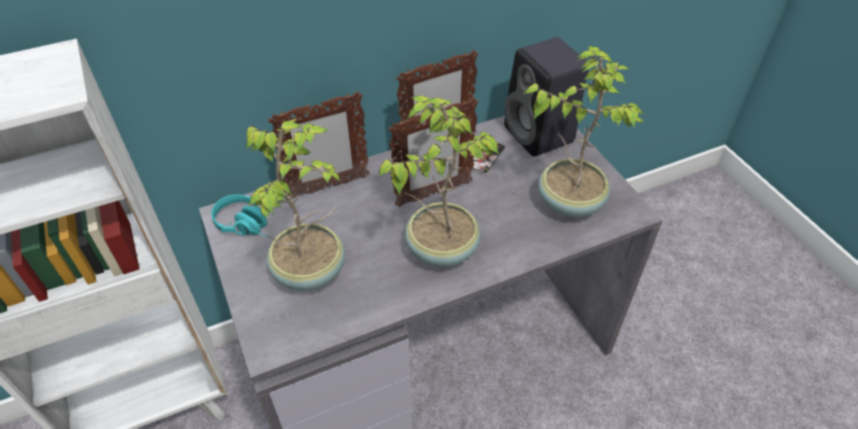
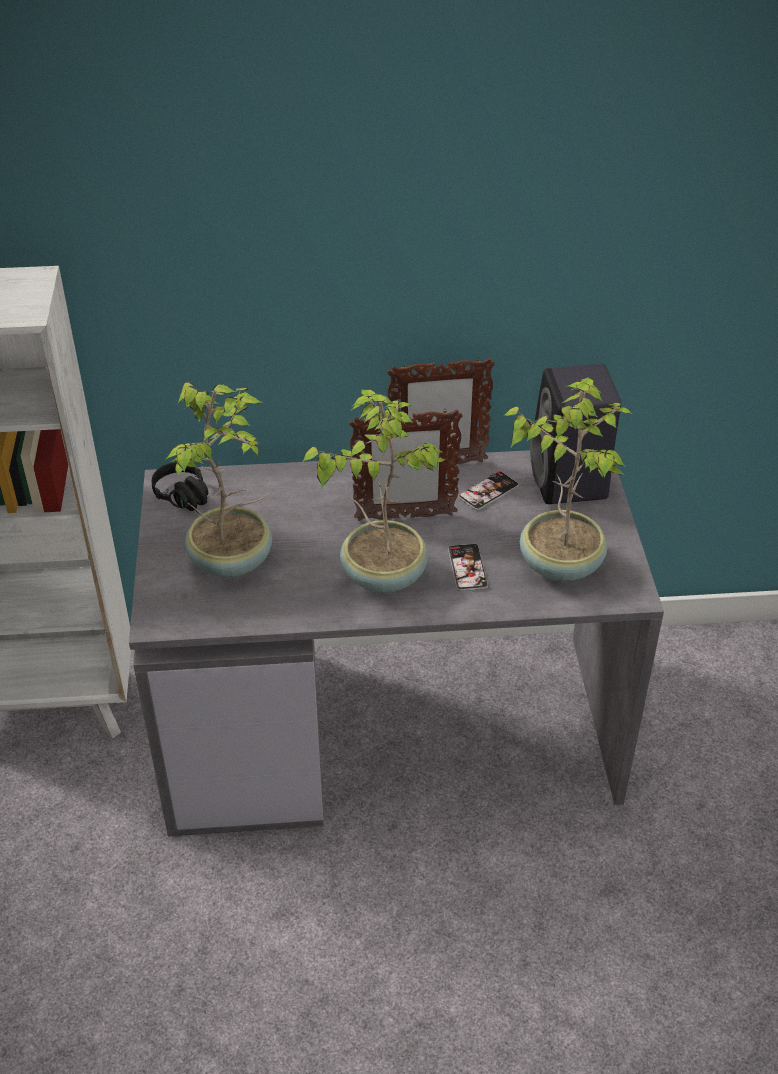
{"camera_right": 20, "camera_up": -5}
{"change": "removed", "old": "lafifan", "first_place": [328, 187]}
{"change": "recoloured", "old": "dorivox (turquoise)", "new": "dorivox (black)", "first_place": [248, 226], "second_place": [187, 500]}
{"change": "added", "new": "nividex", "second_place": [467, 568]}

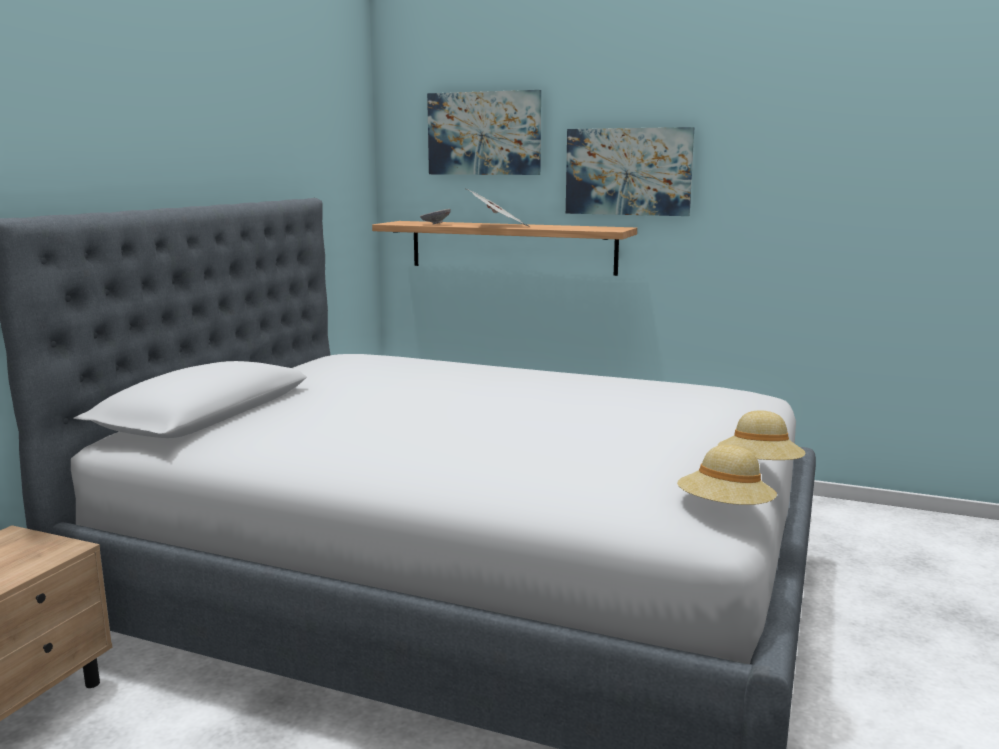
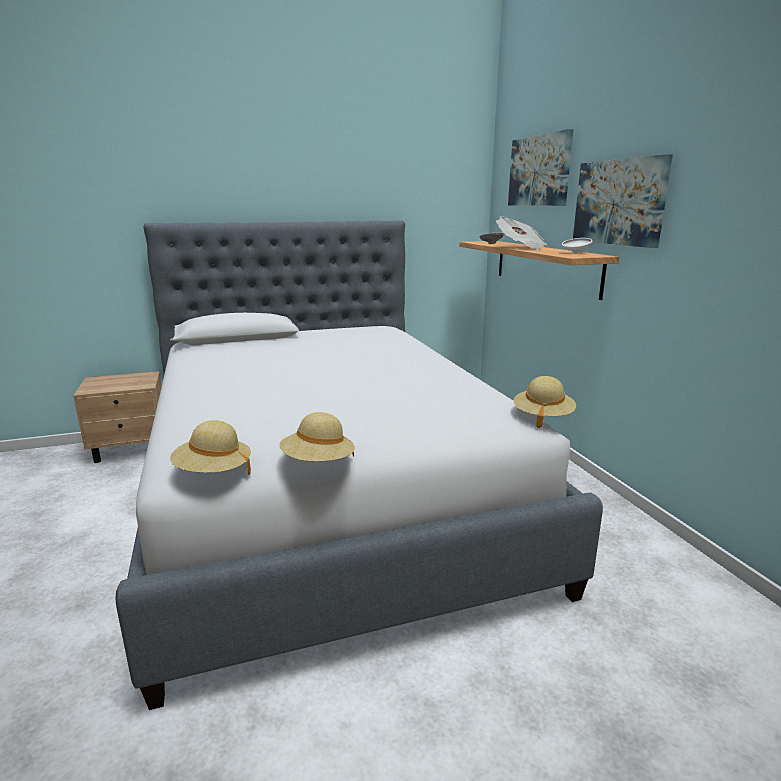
{"camera_right": 50, "camera_up": 5}
{"change": "added", "new": "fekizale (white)", "second_place": [575, 253]}
{"change": "added", "new": "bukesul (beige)", "second_place": [542, 417]}

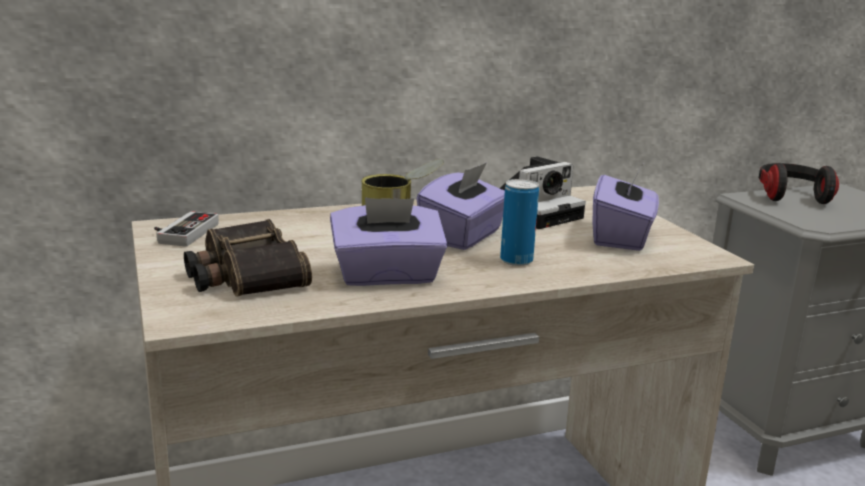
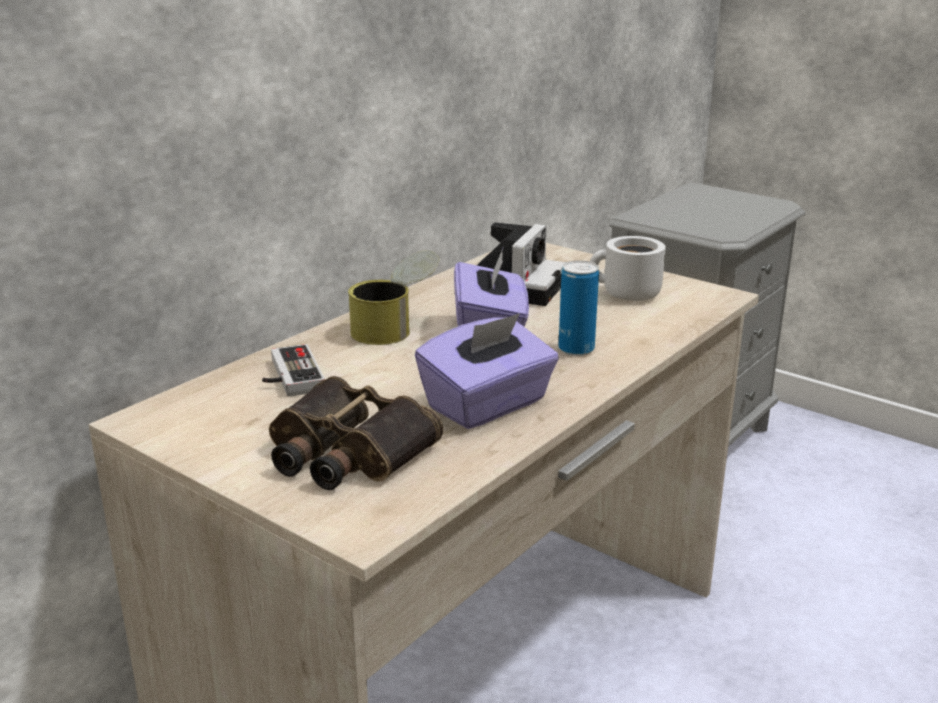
{"camera_right": -30, "camera_up": 5}
{"change": "removed", "old": "dorivox", "first_place": [791, 196]}
{"change": "replaced", "old": "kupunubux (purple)", "new": "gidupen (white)", "first_place": [622, 237], "second_place": [626, 295]}
{"change": "moved", "old": "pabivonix", "first_place": [182, 232], "second_place": [289, 377]}

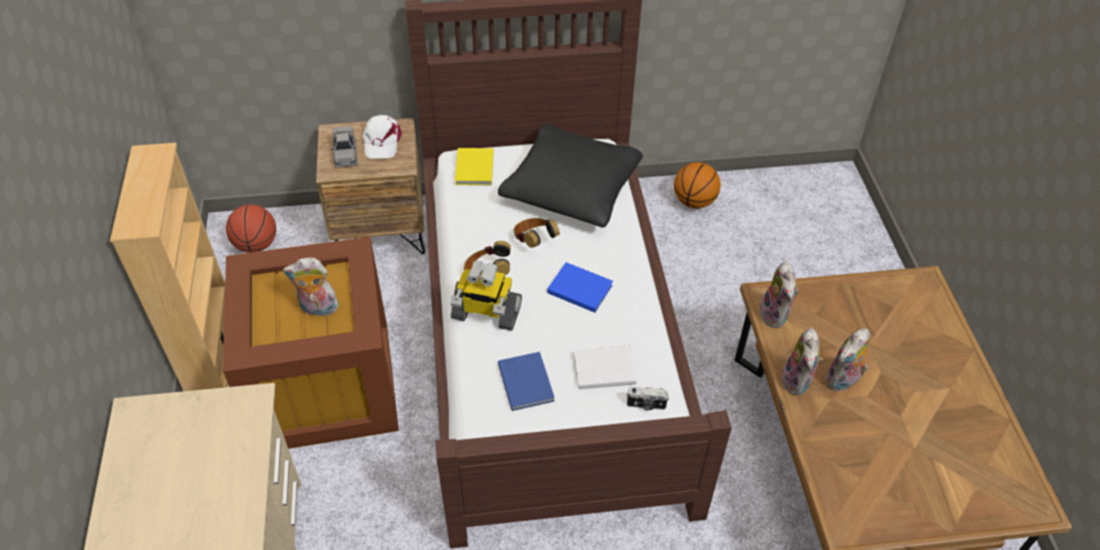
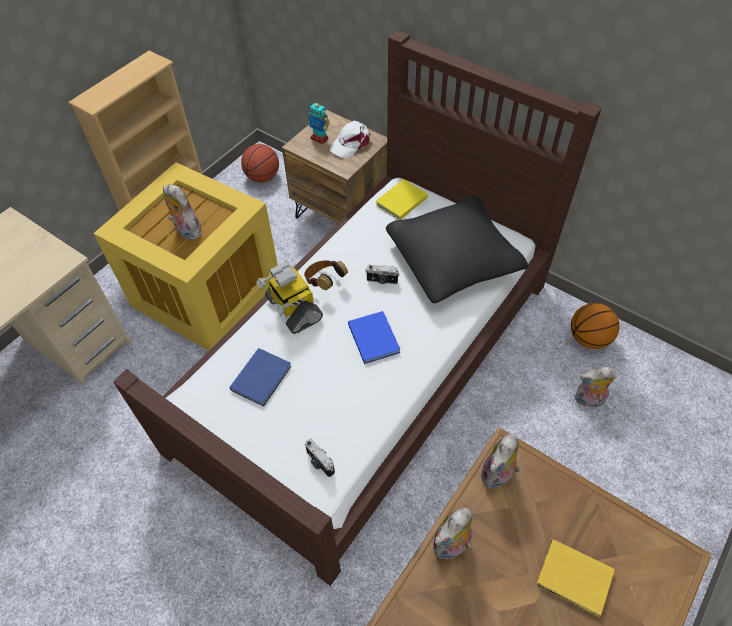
{"camera_right": 45, "camera_up": 5}
{"change": "replaced", "old": "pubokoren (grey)", "new": "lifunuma", "first_place": [345, 154], "second_place": [319, 138]}
{"change": "replaced", "old": "dorivox", "new": "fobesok", "first_place": [534, 241], "second_place": [382, 281]}
{"change": "recoloured", "old": "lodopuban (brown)", "new": "lodopuban (yellow)", "first_place": [327, 383], "second_place": [209, 291]}
{"change": "moved", "old": "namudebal", "first_place": [843, 381], "second_place": [588, 401]}
{"change": "removed", "old": "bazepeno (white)", "first_place": [602, 368]}
{"change": "added", "new": "bazepeno (yellow)", "second_place": [575, 580]}

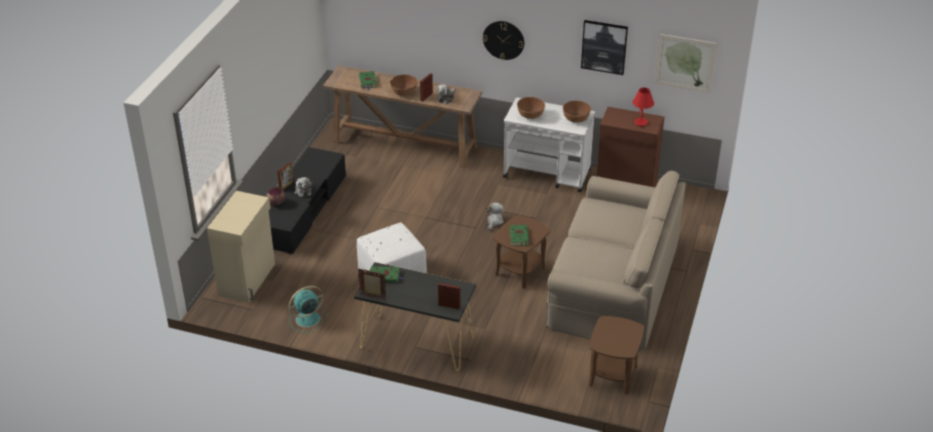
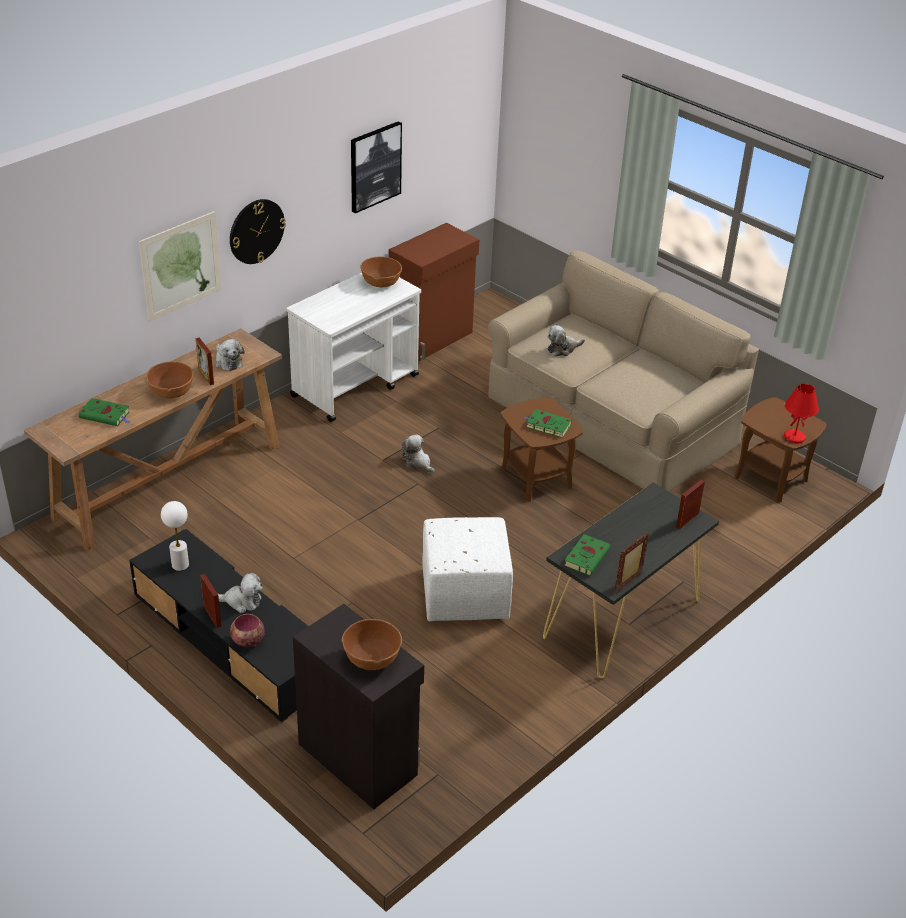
{"camera_right": -65, "camera_up": 0}
{"change": "moved", "old": "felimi", "first_place": [685, 63], "second_place": [181, 266]}
{"change": "moved", "old": "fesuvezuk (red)", "first_place": [641, 123], "second_place": [794, 437]}
{"change": "moved", "old": "fekizale (brown)", "first_place": [530, 115], "second_place": [372, 658]}
{"change": "recoloured", "old": "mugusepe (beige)", "new": "mugusepe (black)", "first_place": [248, 279], "second_place": [358, 758]}
{"change": "removed", "old": "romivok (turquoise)", "first_place": [306, 319]}
{"change": "added", "new": "namudebal", "second_place": [563, 349]}
{"change": "added", "new": "fesuvezuk (white)", "second_place": [180, 565]}

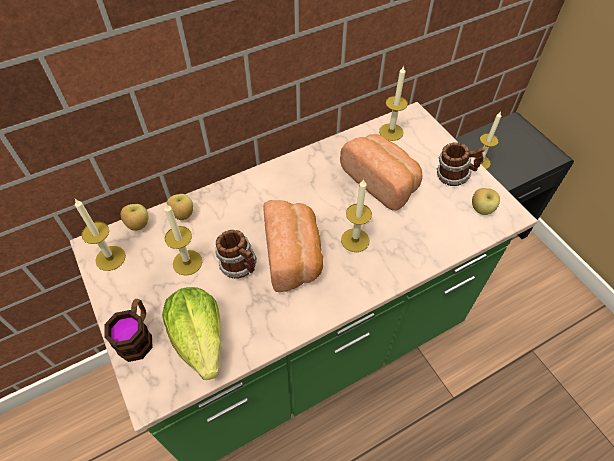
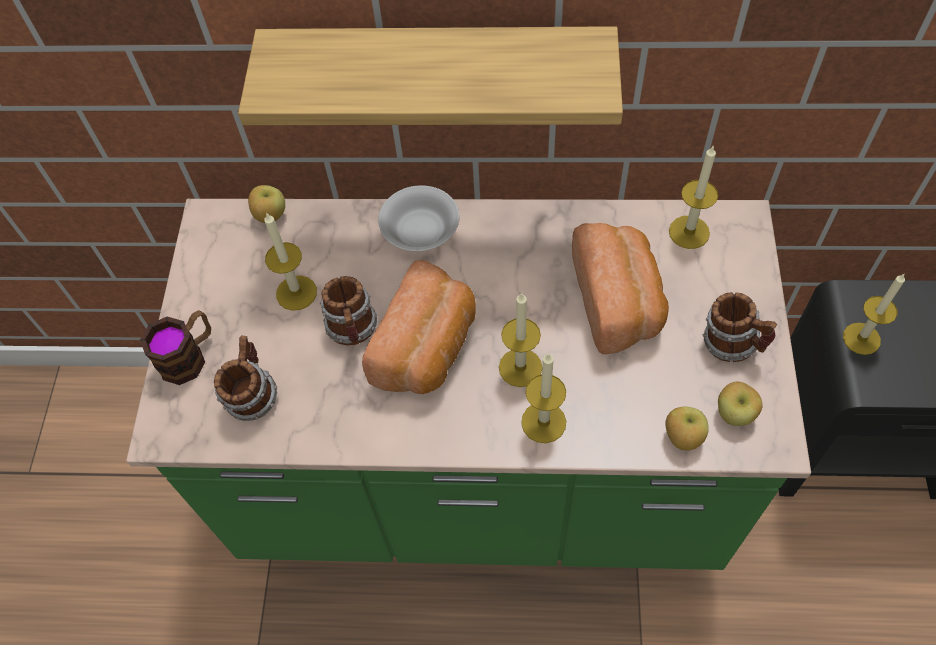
{"camera_right": 35, "camera_up": 5}
{"change": "moved", "old": "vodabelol", "first_place": [182, 215], "second_place": [682, 437]}
{"change": "moved", "old": "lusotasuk", "first_place": [110, 258], "second_place": [543, 422]}
{"change": "replaced", "old": "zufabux", "new": "gidupen", "first_place": [200, 339], "second_place": [252, 396]}
{"change": "added", "new": "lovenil", "second_place": [439, 75]}
{"change": "added", "new": "fekizale (white)", "second_place": [420, 231]}

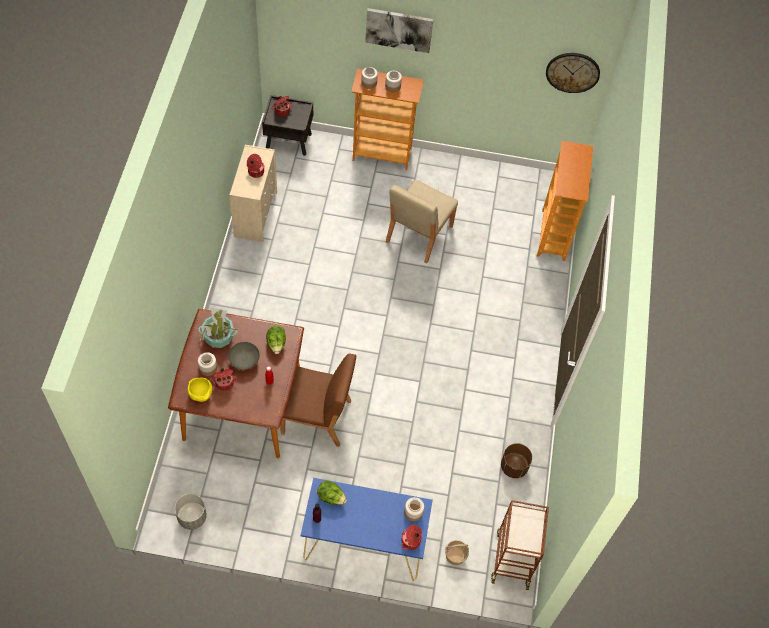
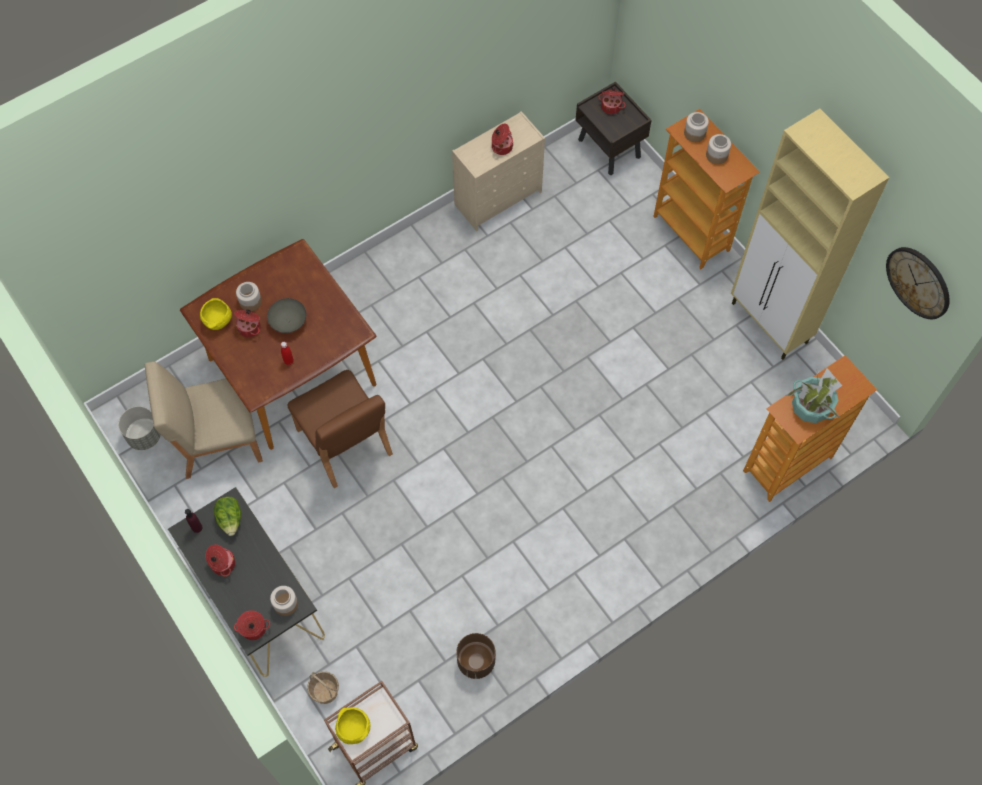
{"camera_right": 50, "camera_up": 5}
{"change": "removed", "old": "felimi", "first_place": [399, 29]}
{"change": "moved", "old": "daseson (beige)", "first_place": [418, 234], "second_place": [217, 439]}
{"change": "moved", "old": "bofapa", "first_place": [218, 336], "second_place": [810, 406]}
{"change": "removed", "old": "zufabux", "first_place": [276, 344]}
{"change": "recoloured", "old": "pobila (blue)", "new": "pobila (black)", "first_place": [363, 544], "second_place": [257, 599]}
{"change": "added", "new": "mugusepe (beige)", "second_place": [770, 324]}
{"change": "added", "new": "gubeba", "second_place": [222, 564]}
{"change": "added", "new": "fekizale (yellow)", "second_place": [353, 729]}

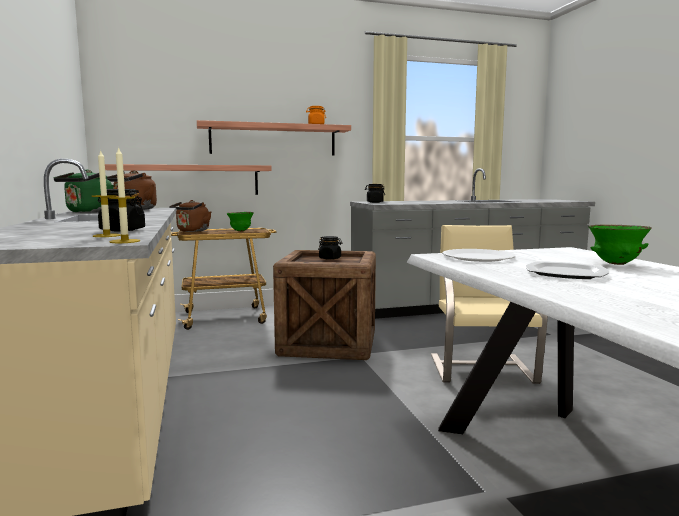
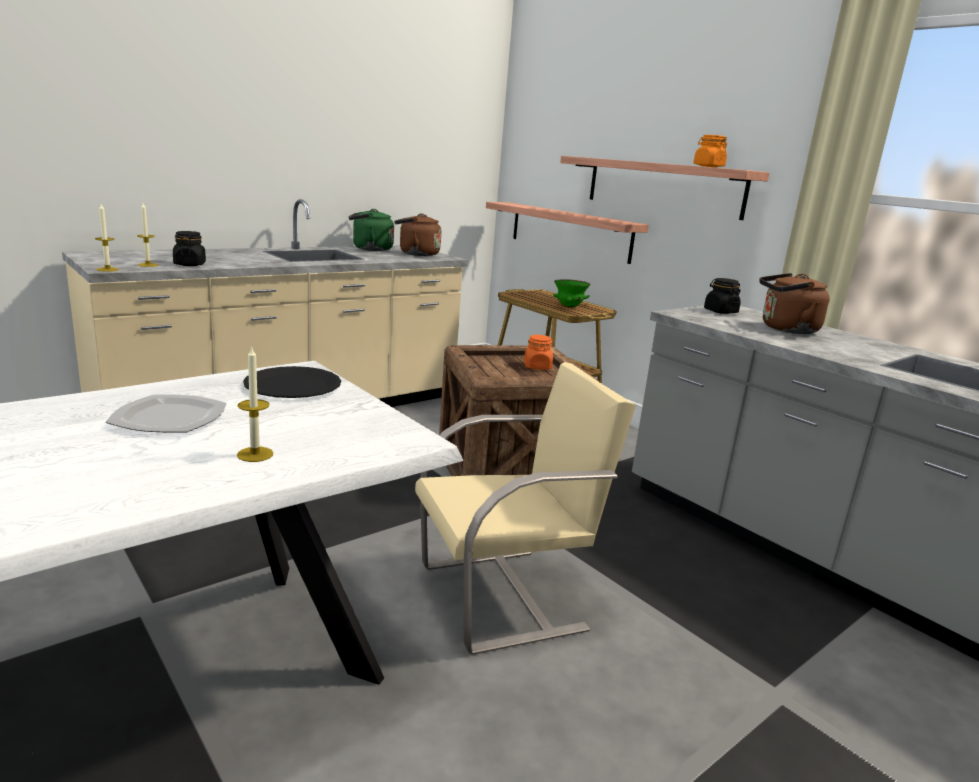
{"camera_right": 65, "camera_up": 10}
{"change": "moved", "old": "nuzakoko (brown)", "first_place": [192, 231], "second_place": [785, 329]}
{"change": "replaced", "old": "fekizale (green)", "new": "lusotasuk", "first_place": [616, 264], "second_place": [255, 454]}
{"change": "recoloured", "old": "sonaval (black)", "new": "sonaval (orange)", "first_place": [330, 258], "second_place": [537, 367]}
{"change": "recoloured", "old": "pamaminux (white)", "new": "pamaminux (black)", "first_place": [478, 257], "second_place": [293, 385]}

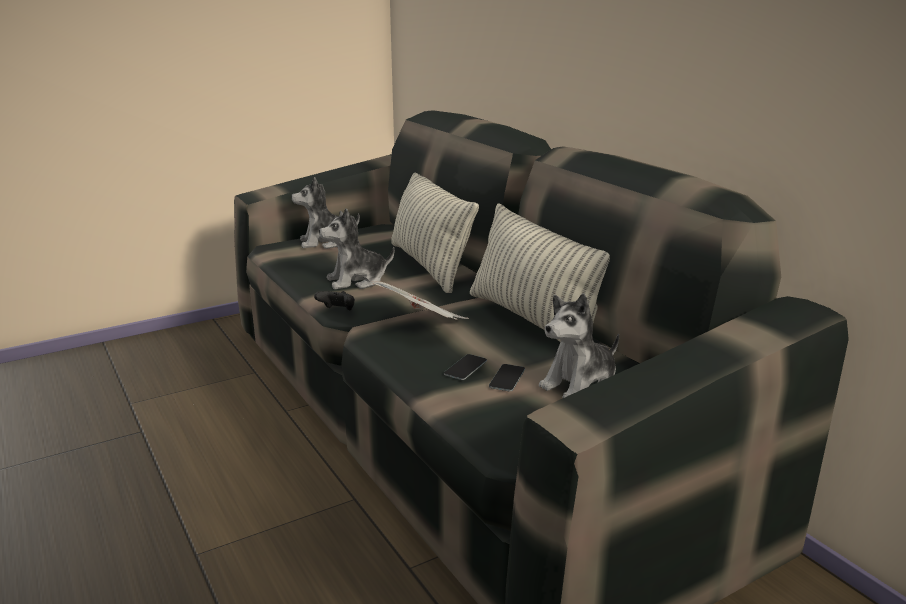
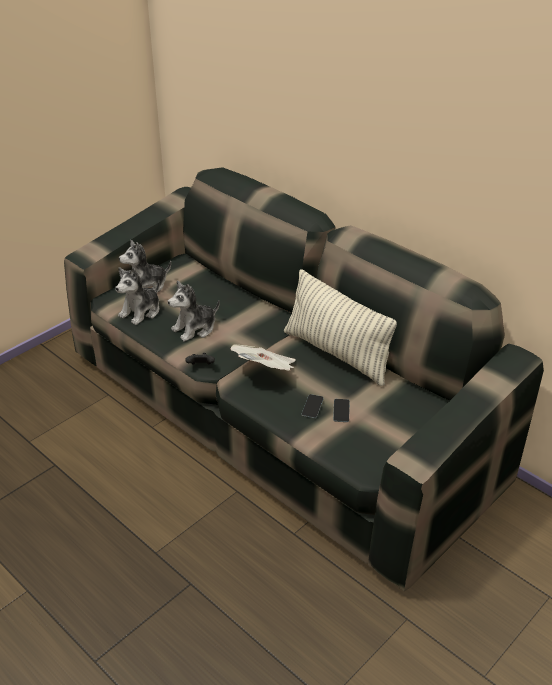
{"camera_right": -15, "camera_up": 15}
{"change": "removed", "old": "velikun", "first_place": [429, 266]}
{"change": "moved", "old": "namudebal", "first_place": [580, 385], "second_place": [141, 312]}

